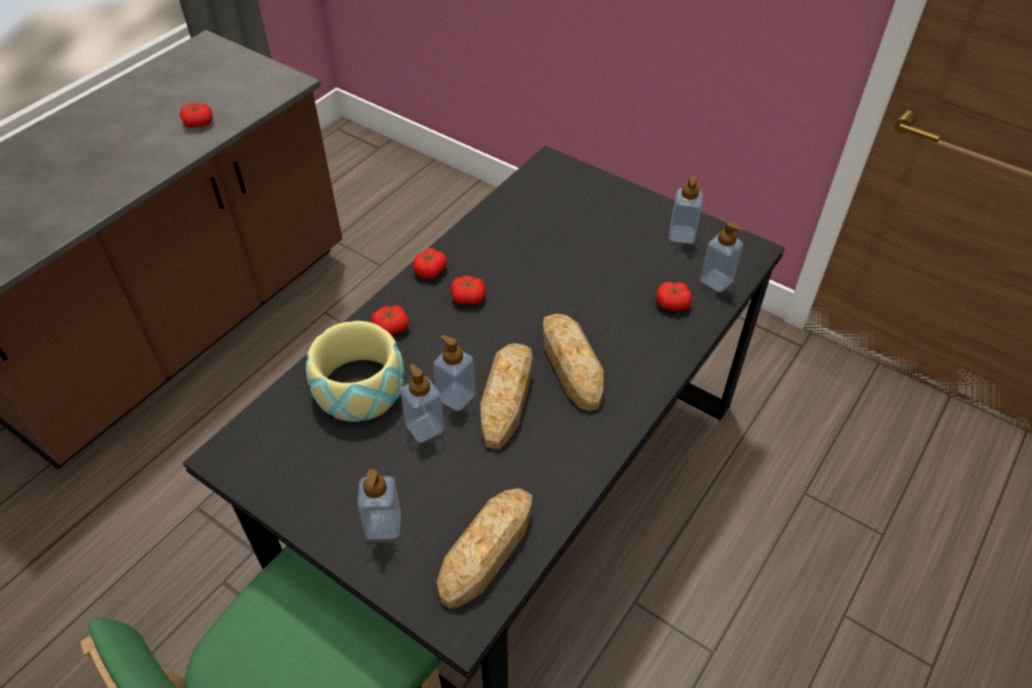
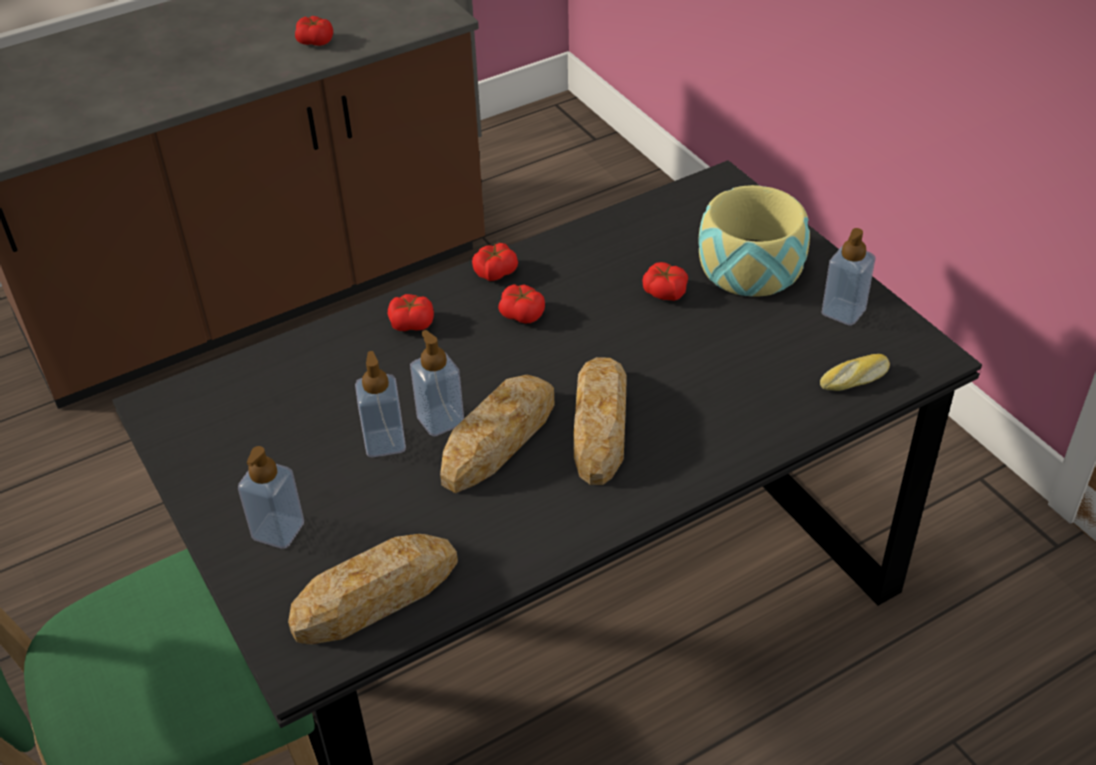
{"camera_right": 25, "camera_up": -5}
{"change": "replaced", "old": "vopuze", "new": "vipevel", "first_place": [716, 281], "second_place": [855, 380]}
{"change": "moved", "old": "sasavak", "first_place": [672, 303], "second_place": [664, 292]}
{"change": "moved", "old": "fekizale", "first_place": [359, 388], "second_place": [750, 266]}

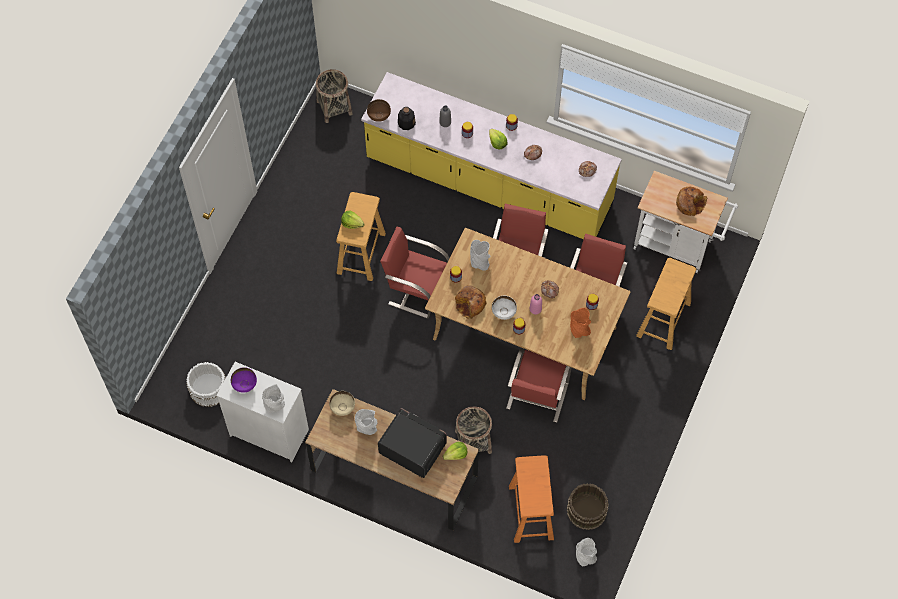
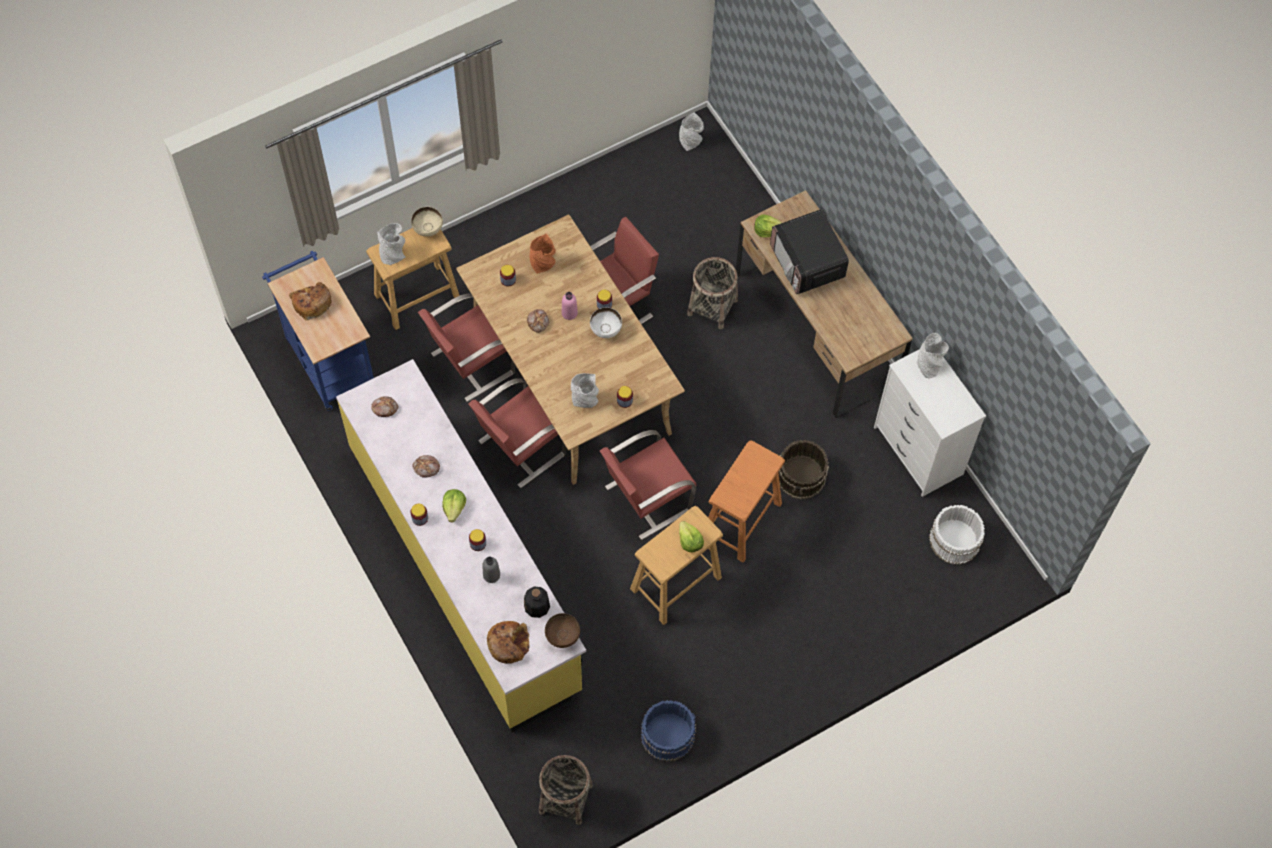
{"camera_right": -145, "camera_up": 0}
{"change": "recoloured", "old": "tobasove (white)", "new": "tobasove (blue)", "first_place": [677, 245], "second_place": [328, 359]}
{"change": "turned", "old": "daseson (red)", "first_place": [416, 289], "second_place": [646, 499], "degrees": 90}
{"change": "moved", "old": "vipevel", "first_place": [470, 304], "second_place": [508, 643]}
{"change": "removed", "old": "fekizale (purple)", "first_place": [245, 385]}
{"change": "moved", "old": "fekizale (beige)", "first_place": [343, 408], "second_place": [428, 229]}
{"change": "moved", "old": "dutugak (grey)", "first_place": [367, 428], "second_place": [393, 254]}
{"change": "moved", "old": "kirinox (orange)", "first_place": [531, 513], "second_place": [741, 520]}
{"change": "moved", "old": "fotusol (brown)", "first_place": [586, 510], "second_place": [801, 476]}
{"change": "added", "new": "fotusol (blue)", "second_place": [667, 735]}

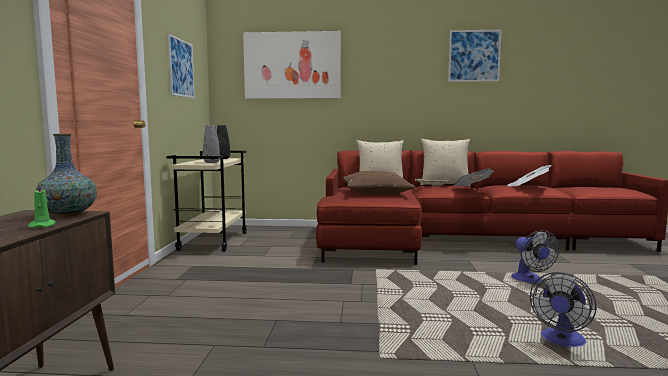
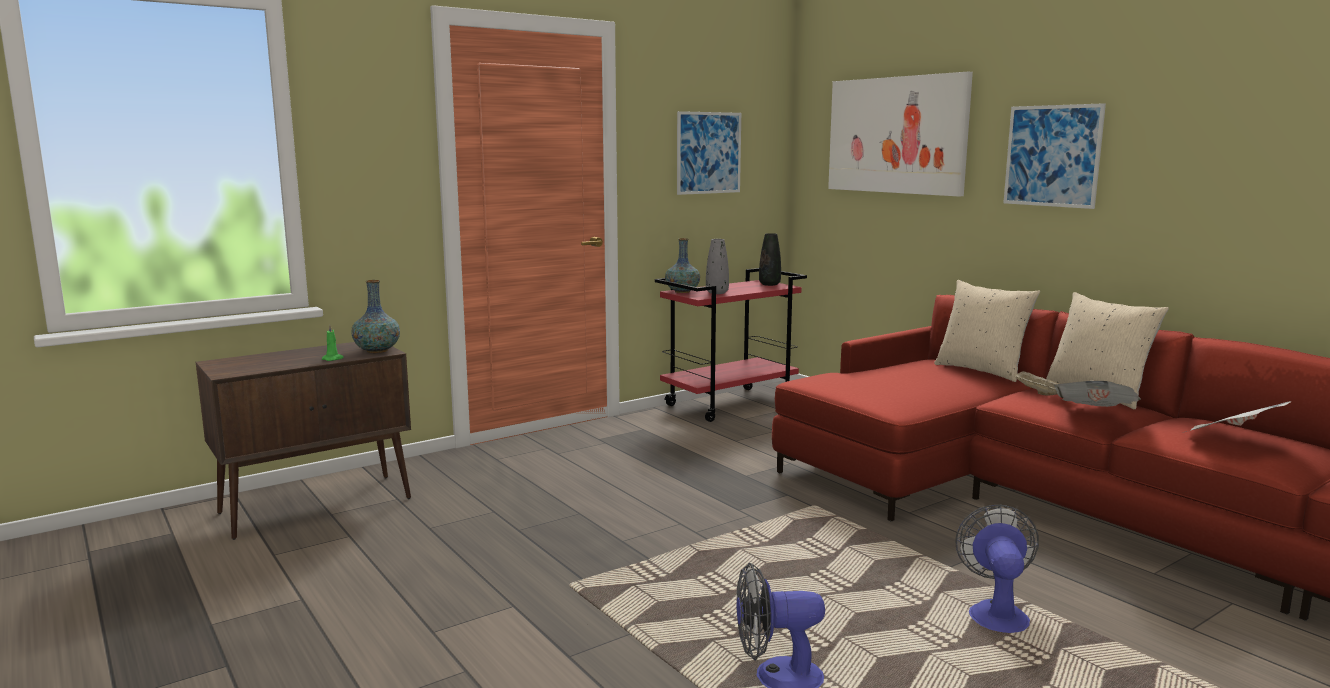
{"camera_right": 50, "camera_up": 5}
{"change": "moved", "old": "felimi", "first_place": [474, 56], "second_place": [1052, 156]}
{"change": "recoloured", "old": "tobasove (beige)", "new": "tobasove (red)", "first_place": [213, 241], "second_place": [730, 404]}
{"change": "removed", "old": "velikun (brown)", "first_place": [376, 192]}
{"change": "turned", "old": "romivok", "first_place": [530, 280], "second_place": [996, 612], "degrees": 150}
{"change": "added", "new": "dutugak", "second_place": [682, 292]}

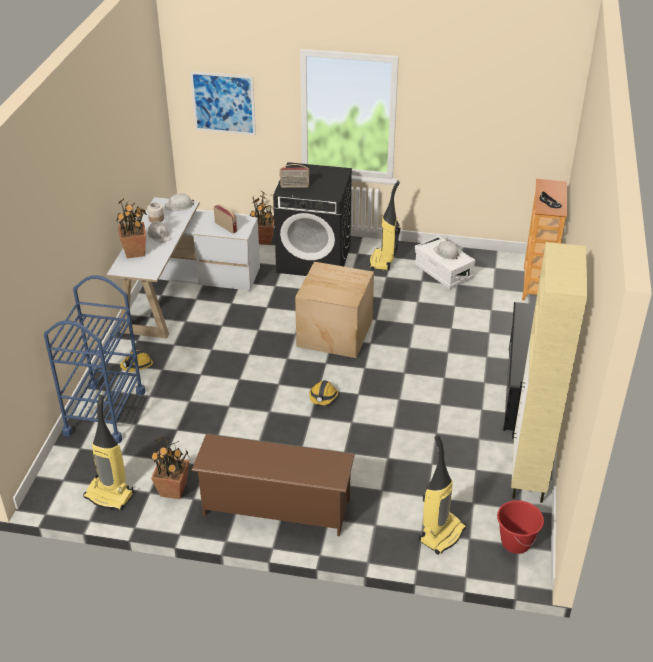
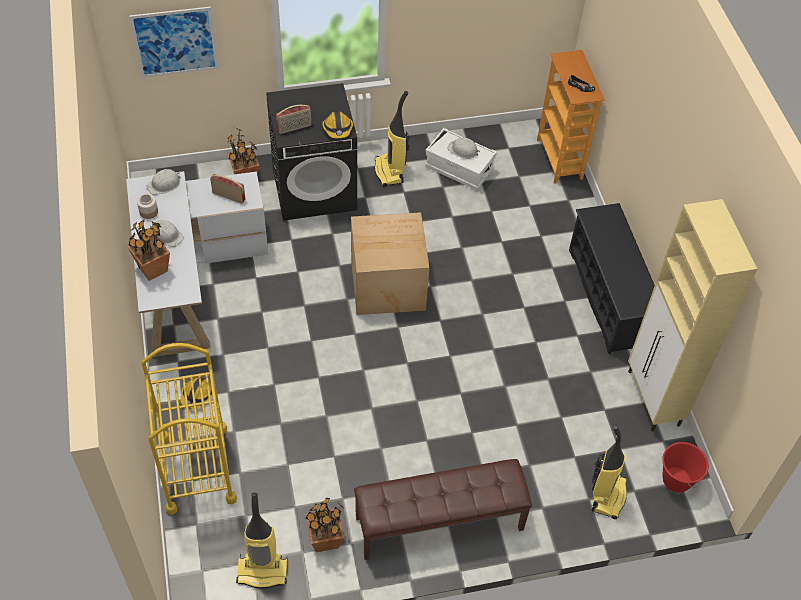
{"camera_right": -25, "camera_up": 15}
{"change": "recoloured", "old": "tobasove (blue)", "new": "tobasove (yellow)", "first_place": [105, 412], "second_place": [197, 469]}
{"change": "moved", "old": "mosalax", "first_place": [323, 397], "second_place": [338, 129]}
{"change": "replaced", "old": "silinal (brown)", "new": "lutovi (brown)", "first_place": [275, 508], "second_place": [439, 523]}

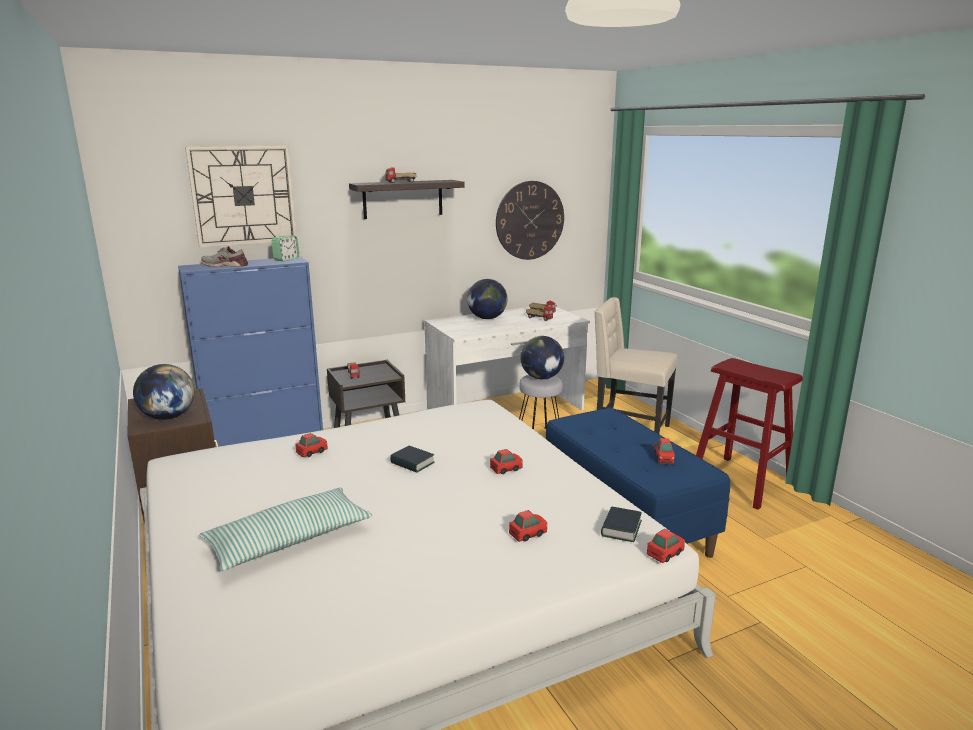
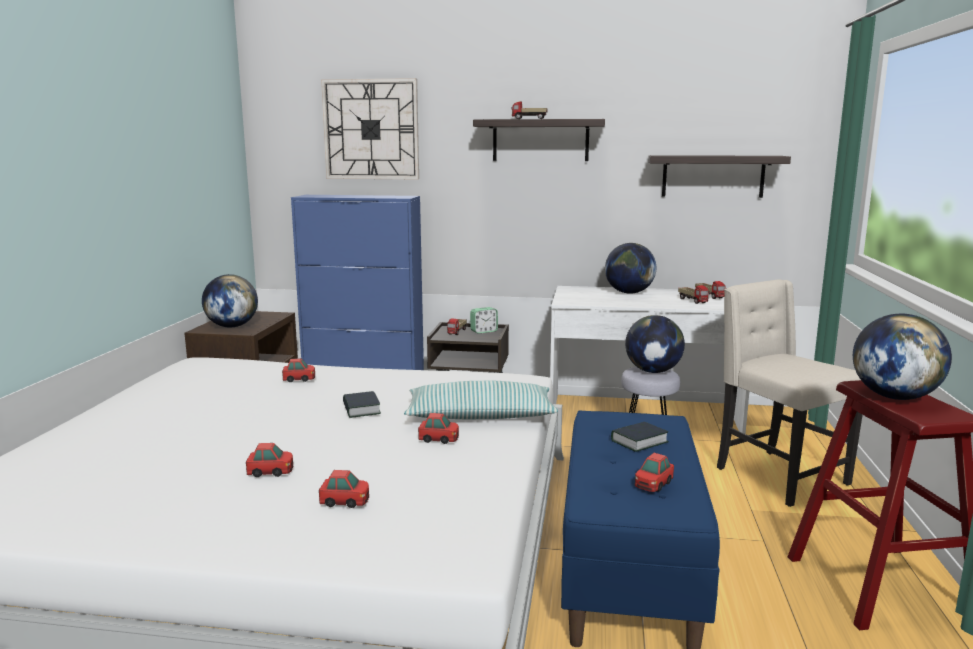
{"camera_right": 35, "camera_up": -5}
{"change": "replaced", "old": "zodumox", "new": "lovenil", "first_place": [530, 220], "second_place": [713, 176]}
{"change": "moved", "old": "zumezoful", "first_place": [286, 259], "second_place": [484, 331]}
{"change": "removed", "old": "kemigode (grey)", "first_place": [225, 265]}
{"change": "moved", "old": "velikun", "first_place": [289, 540], "second_place": [480, 416]}
{"change": "moved", "old": "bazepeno", "first_place": [621, 528], "second_place": [639, 441]}
{"change": "moved", "old": "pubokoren", "first_place": [665, 553], "second_place": [271, 472]}
{"change": "added", "new": "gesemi", "second_place": [894, 397]}

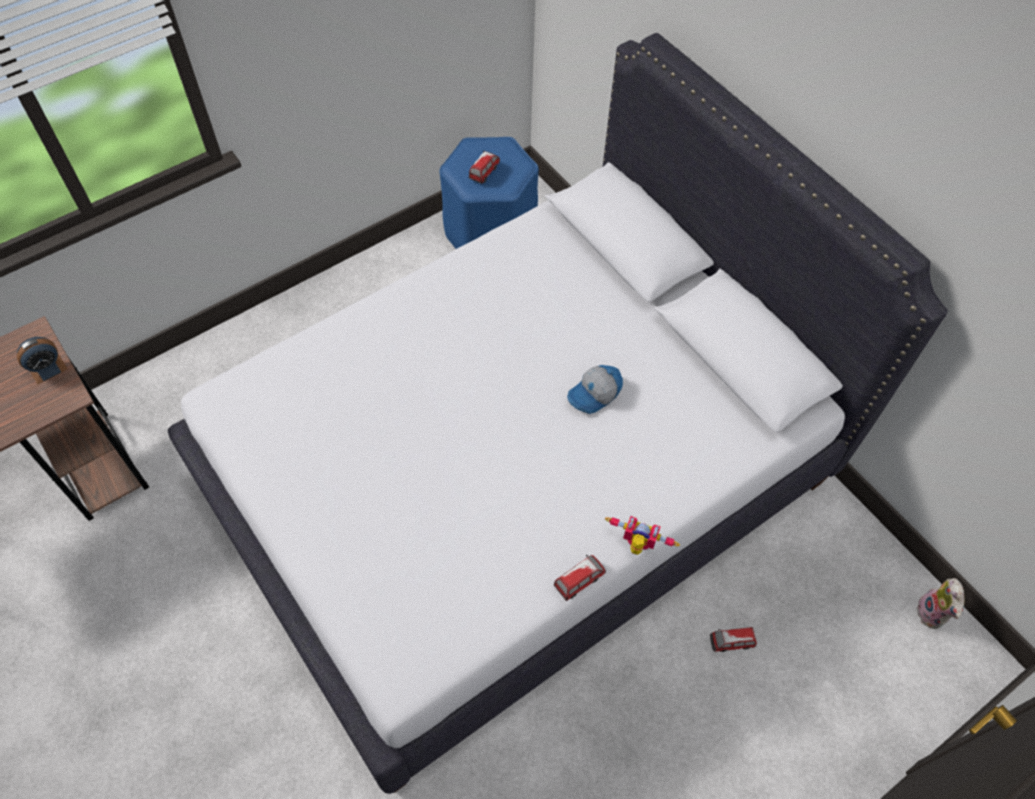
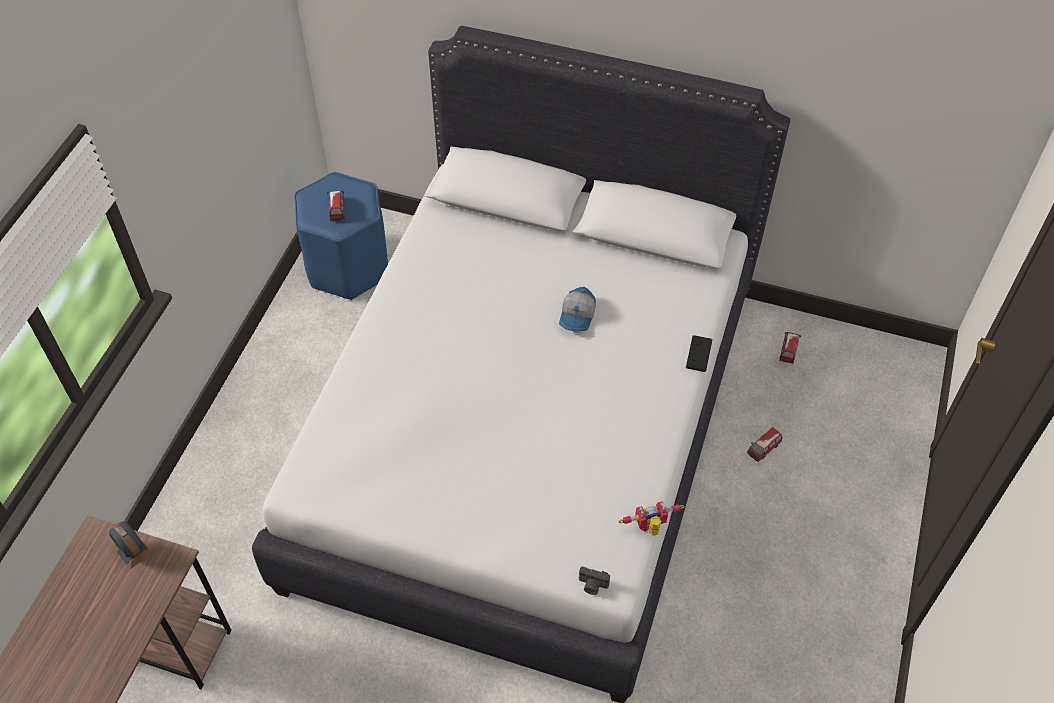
{"camera_right": -35, "camera_up": -5}
{"change": "turned", "old": "zumezoful", "first_place": [47, 368], "second_place": [132, 551], "degrees": 120}
{"change": "moved", "old": "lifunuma", "first_place": [637, 546], "second_place": [650, 529]}
{"change": "moved", "old": "pubokoren", "first_place": [579, 580], "second_place": [788, 351]}
{"change": "removed", "old": "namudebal", "first_place": [933, 614]}
{"change": "added", "new": "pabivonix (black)", "second_place": [699, 354]}
{"change": "added", "new": "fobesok", "second_place": [592, 585]}

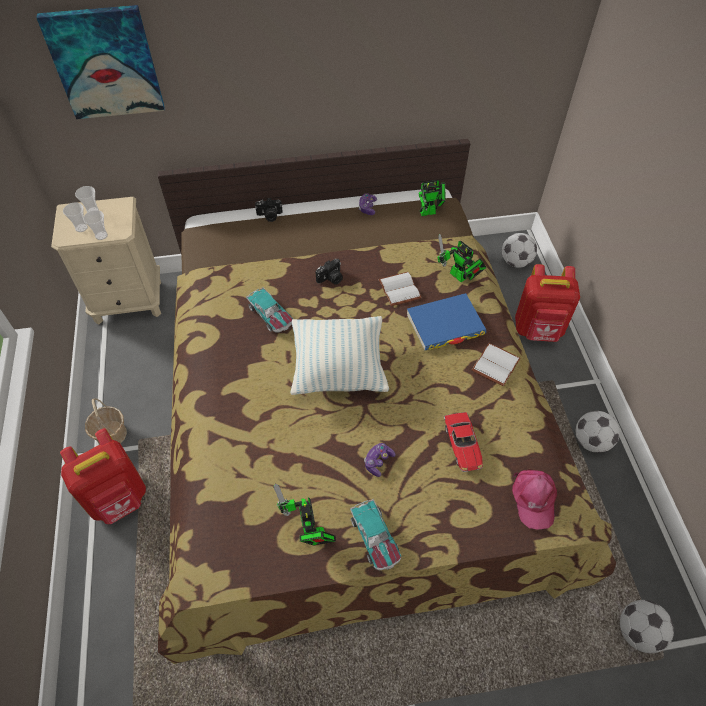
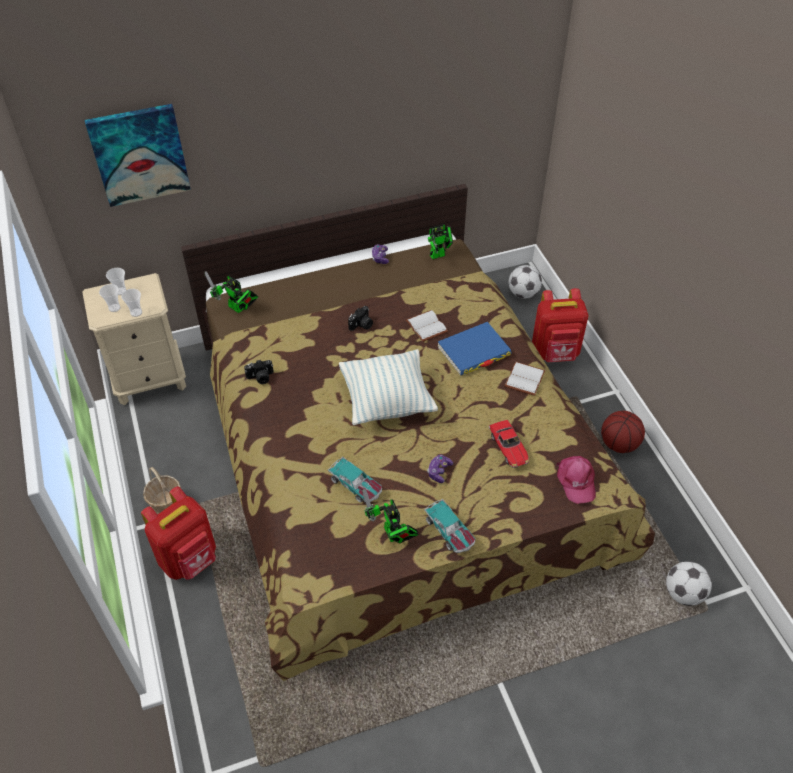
{"camera_right": -10, "camera_up": -5}
{"change": "moved", "old": "fobesok", "first_place": [269, 216], "second_place": [260, 378]}
{"change": "moved", "old": "lifunuma", "first_place": [460, 277], "second_place": [238, 309]}
{"change": "moved", "old": "pubokoren", "first_place": [271, 315], "second_place": [356, 485]}
{"change": "replaced", "old": "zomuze", "new": "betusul", "first_place": [591, 441], "second_place": [619, 444]}

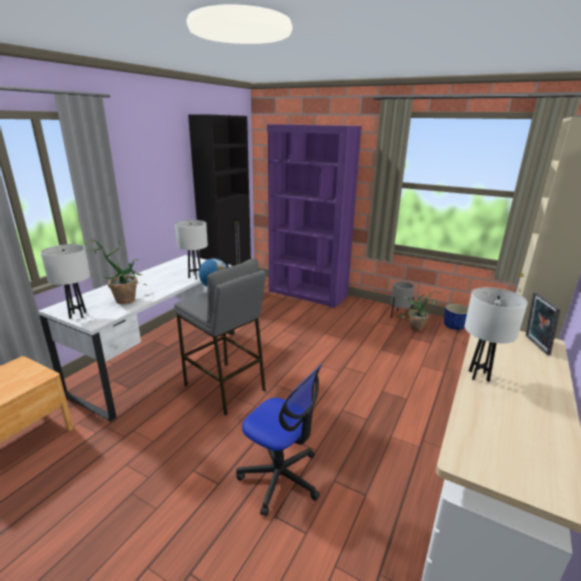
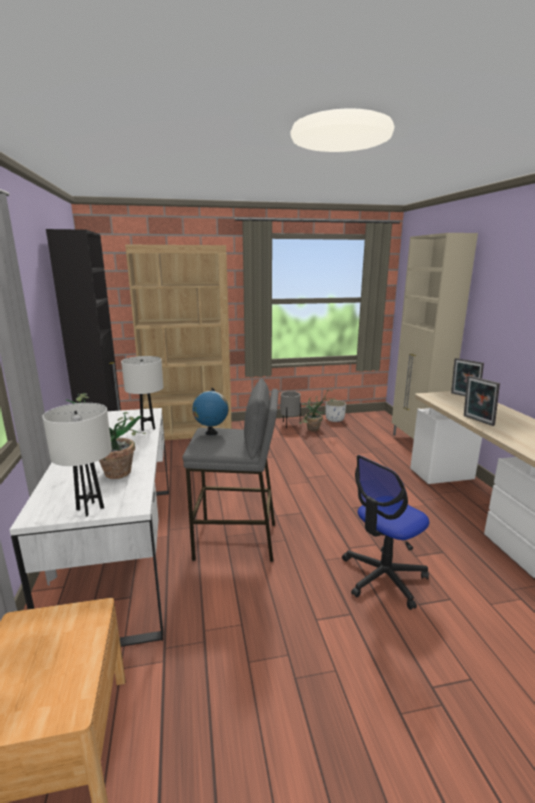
{"camera_right": -40, "camera_up": -5}
{"change": "recoloured", "old": "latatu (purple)", "new": "latatu (brown)", "first_place": [307, 293], "second_place": [189, 432]}
{"change": "replaced", "old": "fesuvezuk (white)", "new": "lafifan", "first_place": [479, 376], "second_place": [477, 421]}
{"change": "recoloured", "old": "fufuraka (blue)", "new": "fufuraka (white)", "first_place": [454, 326], "second_place": [335, 419]}
{"change": "turned", "old": "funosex", "first_place": [280, 477], "second_place": [383, 577], "degrees": 150}

